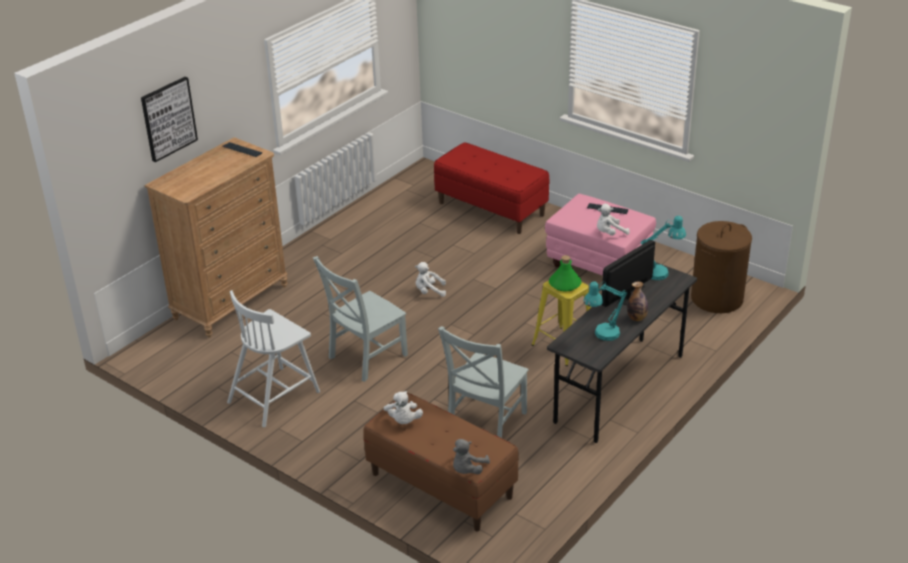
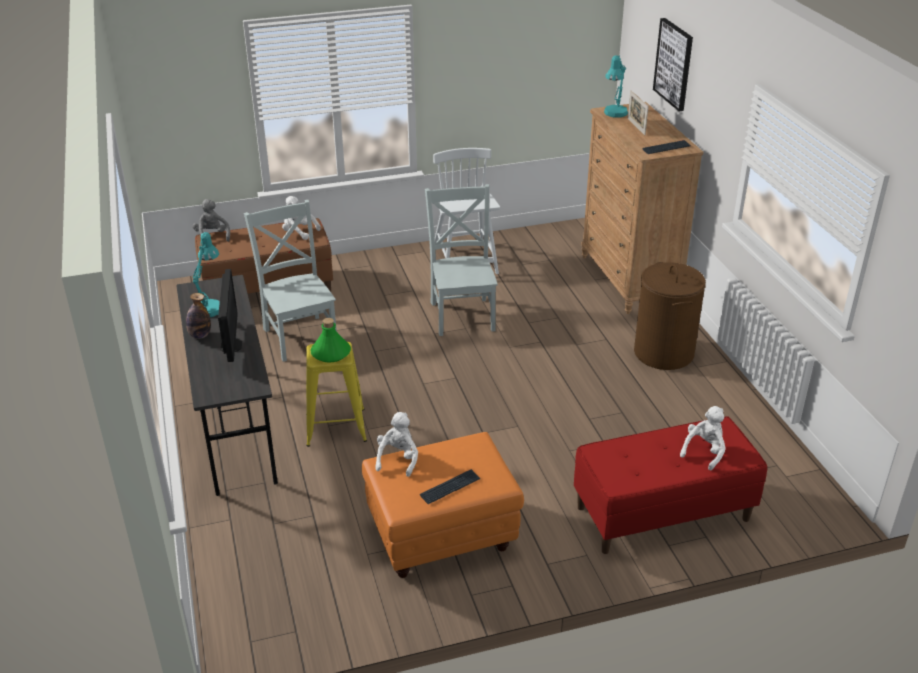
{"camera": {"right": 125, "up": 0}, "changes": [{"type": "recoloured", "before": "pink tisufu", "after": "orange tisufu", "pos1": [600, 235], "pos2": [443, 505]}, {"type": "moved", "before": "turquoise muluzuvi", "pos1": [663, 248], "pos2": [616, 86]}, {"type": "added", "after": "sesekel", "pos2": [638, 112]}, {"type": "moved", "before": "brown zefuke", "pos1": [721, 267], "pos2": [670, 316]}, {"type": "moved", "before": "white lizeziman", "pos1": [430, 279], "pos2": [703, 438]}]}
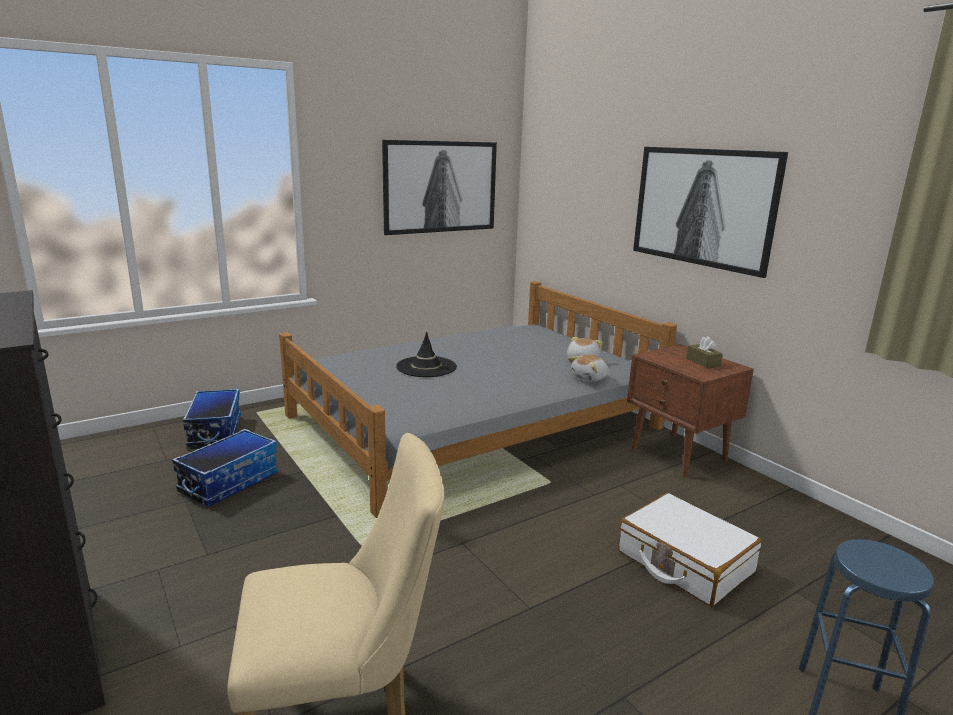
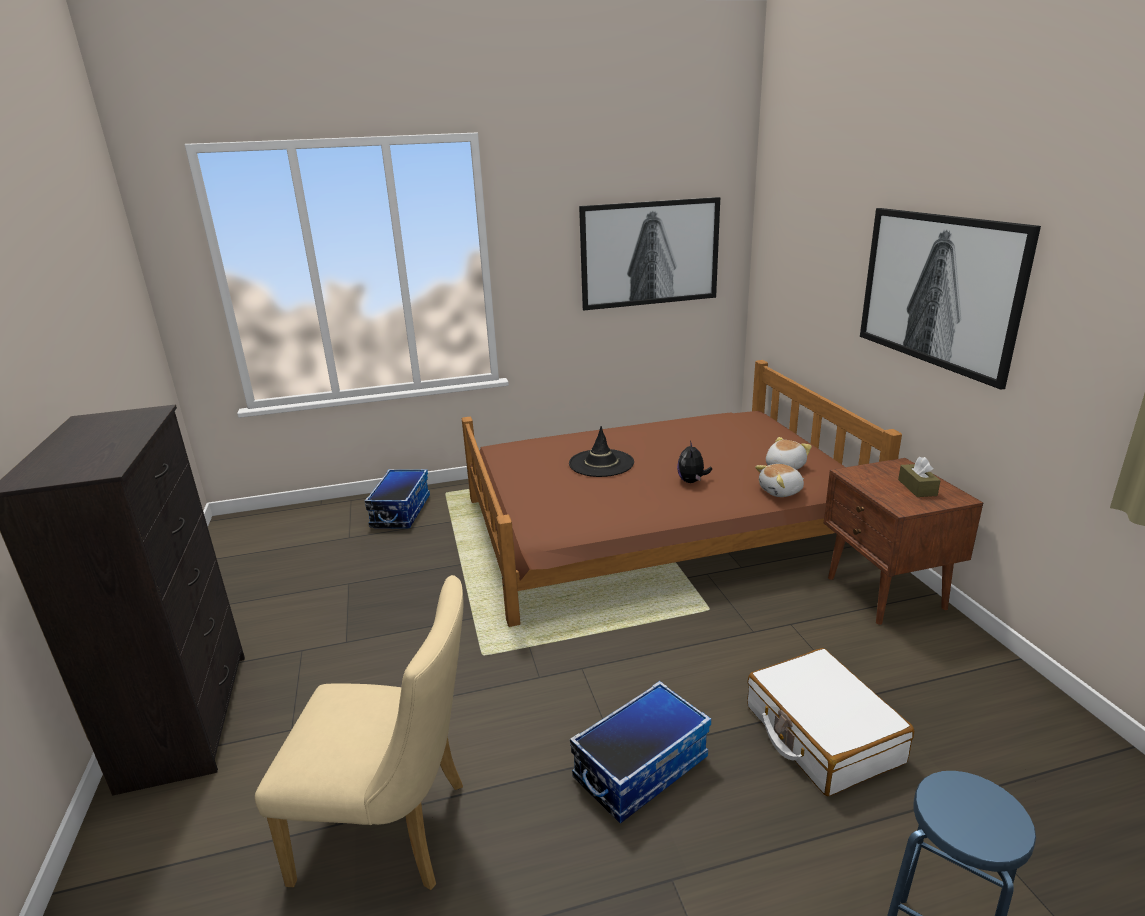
{"camera": {"right": 20, "up": 5}, "changes": [{"type": "recoloured", "before": "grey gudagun", "after": "brown gudagun", "pos1": [478, 399], "pos2": [682, 493]}, {"type": "moved", "before": "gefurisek", "pos1": [225, 468], "pos2": [640, 752]}, {"type": "added", "after": "lizeziman", "pos2": [694, 462]}]}
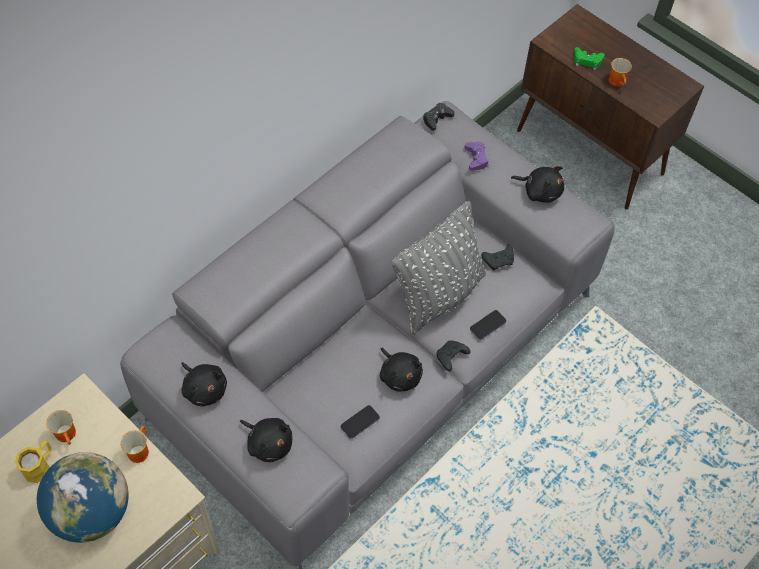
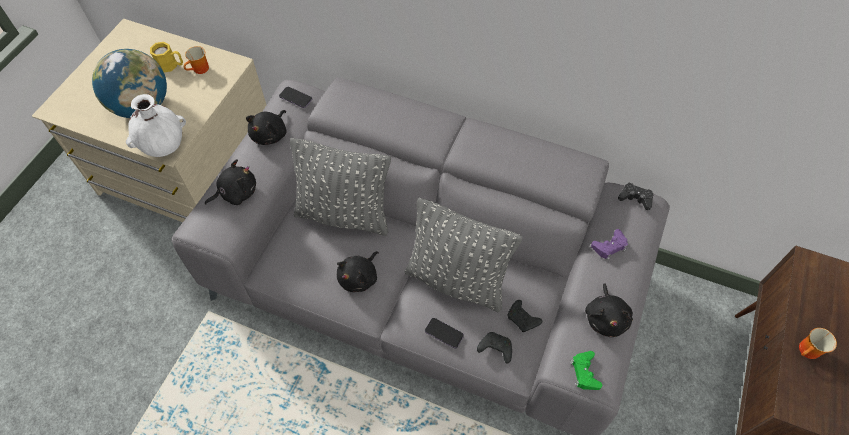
{"camera": {"right": 70, "up": 0}, "changes": [{"type": "added", "after": "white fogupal", "pos2": [156, 125]}, {"type": "turned", "before": "black lizeziman", "pos1": [266, 440], "pos2": [230, 182], "turn": -135}, {"type": "moved", "before": "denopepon", "pos1": [360, 422], "pos2": [295, 97]}, {"type": "added", "after": "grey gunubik", "pos2": [340, 187]}, {"type": "moved", "before": "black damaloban", "pos1": [453, 355], "pos2": [494, 348]}, {"type": "moved", "before": "green damaloban", "pos1": [589, 58], "pos2": [586, 370]}, {"type": "removed", "before": "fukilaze", "pos1": [134, 444]}]}
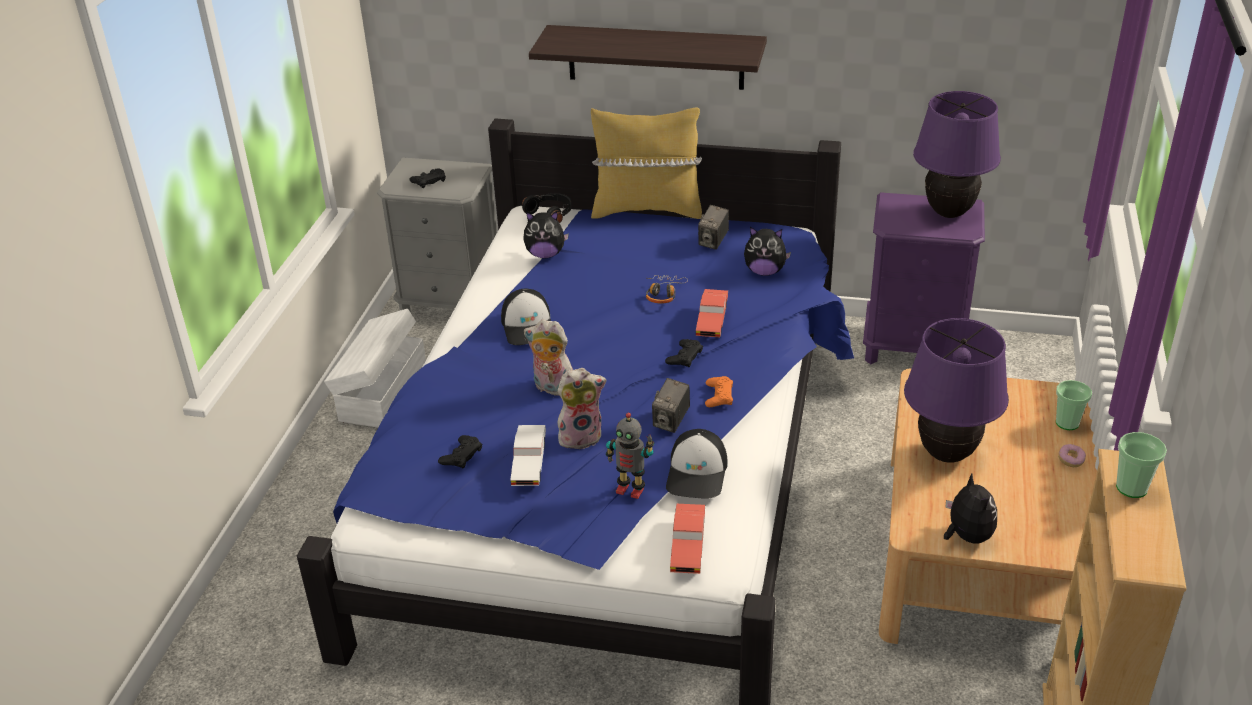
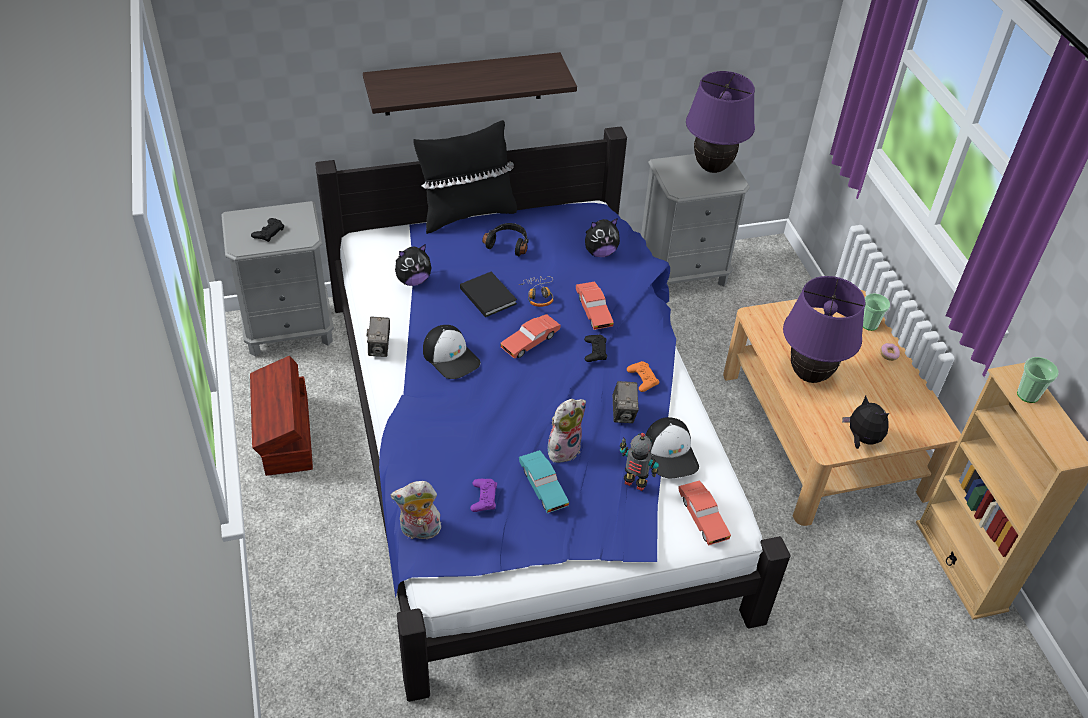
{"camera": {"right": -30, "up": 10}, "changes": [{"type": "recoloured", "before": "white gefurisek", "after": "brown gefurisek", "pos1": [375, 368], "pos2": [281, 416]}, {"type": "moved", "before": "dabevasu", "pos1": [713, 227], "pos2": [378, 337]}, {"type": "moved", "before": "lizeziman", "pos1": [548, 357], "pos2": [416, 510]}, {"type": "recoloured", "before": "yellow gunubik", "after": "black gunubik", "pos1": [646, 163], "pos2": [465, 177]}, {"type": "added", "after": "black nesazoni", "pos2": [488, 294]}, {"type": "recoloured", "before": "black damaloban", "after": "purple damaloban", "pos1": [460, 451], "pos2": [483, 495]}, {"type": "moved", "before": "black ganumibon", "pos1": [547, 208], "pos2": [505, 239]}, {"type": "added", "after": "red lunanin", "pos2": [530, 336]}, {"type": "recoloured", "before": "white lunanin", "after": "turquoise lunanin", "pos1": [528, 455], "pos2": [544, 481]}, {"type": "turned", "before": "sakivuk", "pos1": [630, 455], "pos2": [639, 462], "turn": -150}, {"type": "recoloured", "before": "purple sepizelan", "after": "grey sepizelan", "pos1": [924, 278], "pos2": [695, 220]}]}
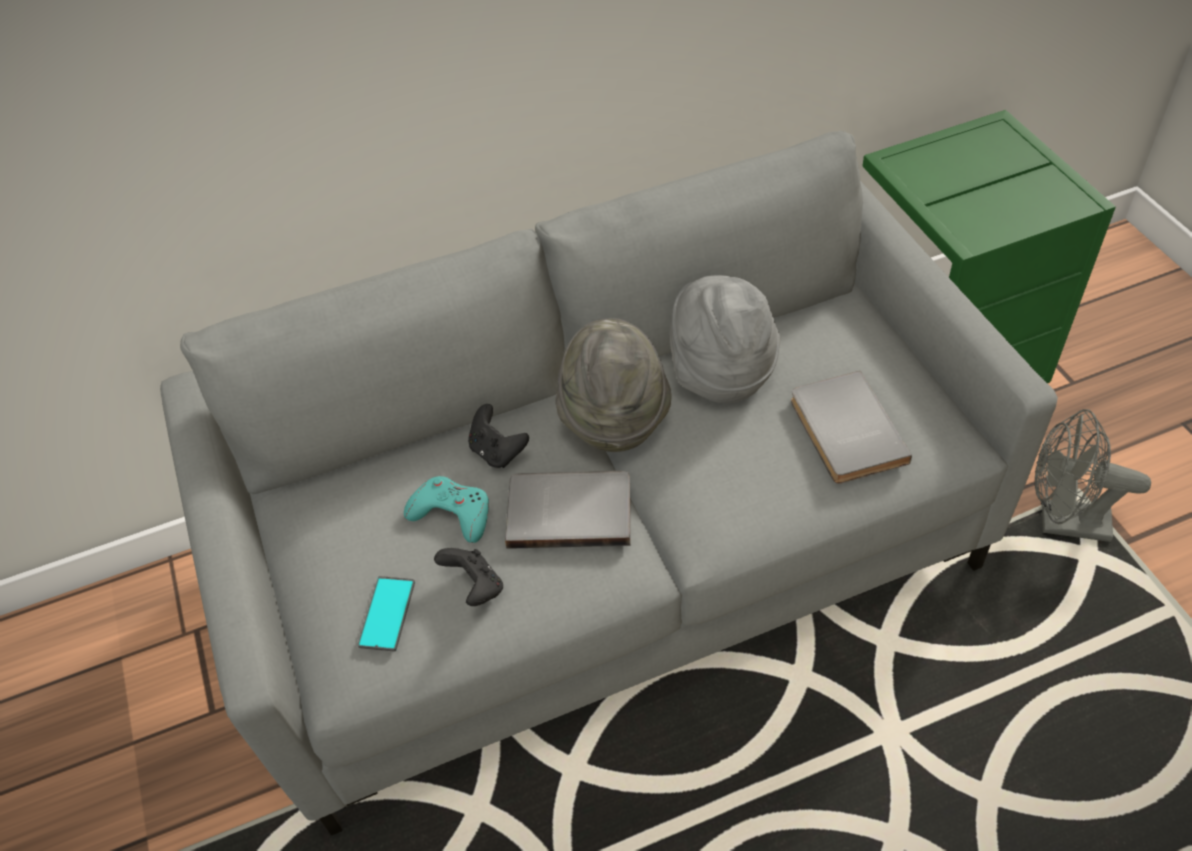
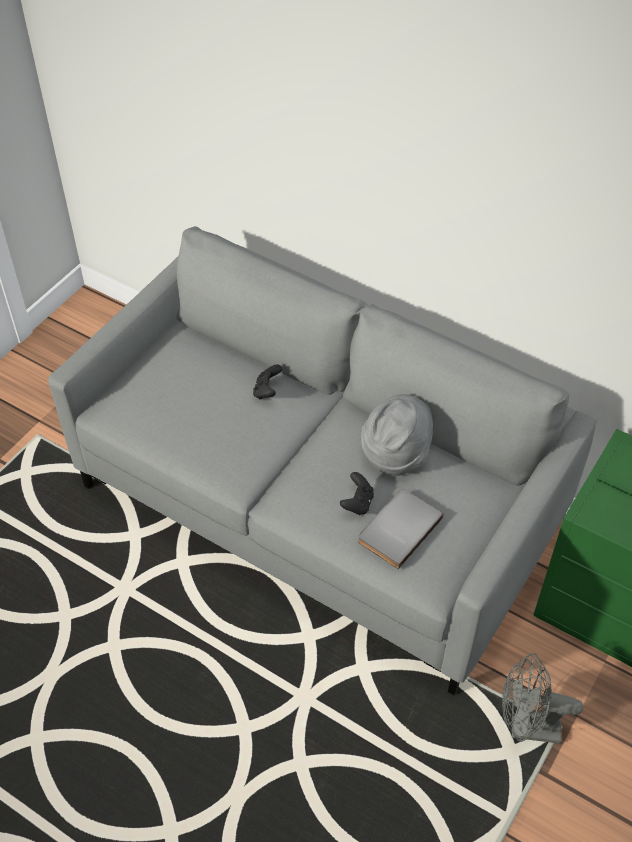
{"camera": {"right": 50, "up": 0}, "changes": [{"type": "moved", "before": "black damaloban", "pos1": [468, 577], "pos2": [357, 493]}, {"type": "turned", "before": "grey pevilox", "pos1": [1093, 475], "pos2": [542, 698], "turn": -60}, {"type": "removed", "before": "denopepon", "pos1": [386, 614]}, {"type": "removed", "before": "turquoise damaloban", "pos1": [446, 509]}, {"type": "removed", "before": "grey nesazoni", "pos1": [568, 510]}, {"type": "removed", "before": "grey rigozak", "pos1": [613, 385]}]}
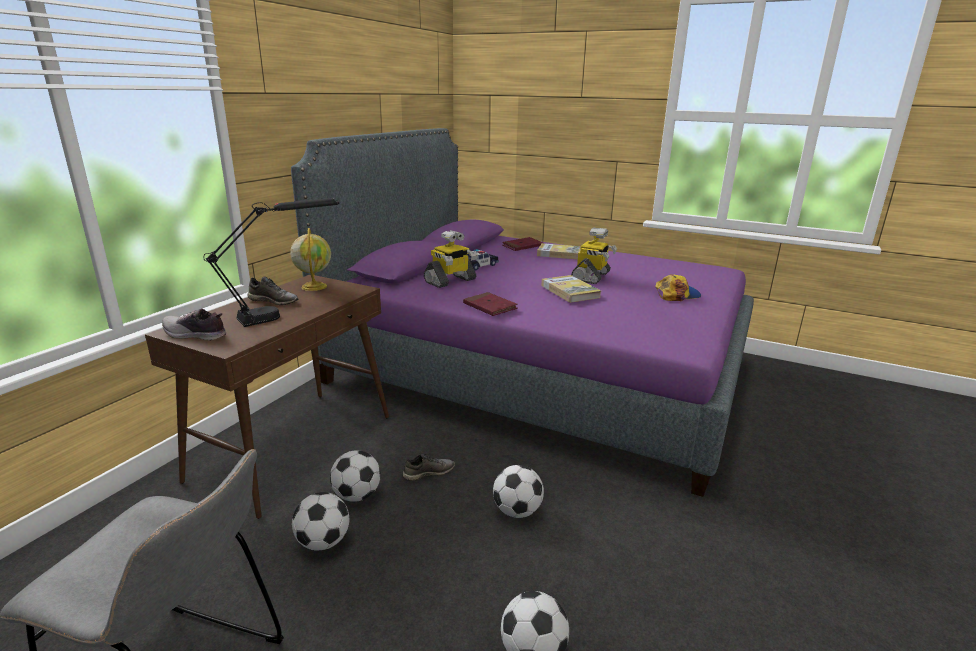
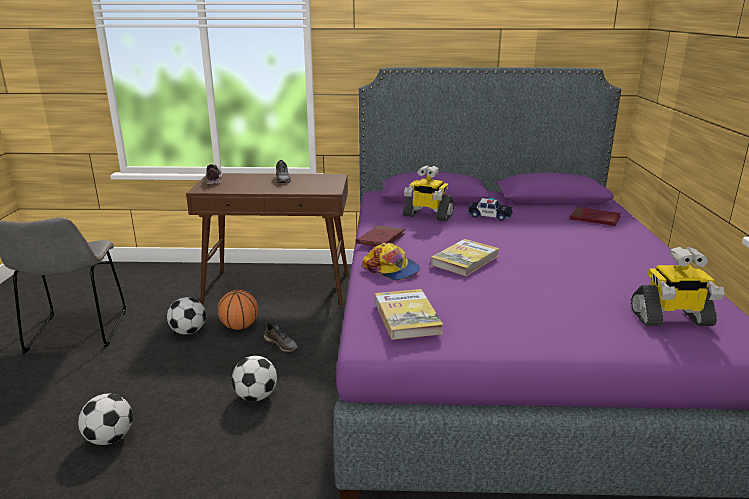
{"camera": {"right": 65, "up": 0}, "changes": [{"type": "replaced", "before": "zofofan", "after": "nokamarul", "pos1": [355, 476], "pos2": [238, 310]}, {"type": "moved", "before": "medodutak", "pos1": [678, 287], "pos2": [391, 261]}, {"type": "moved", "before": "nesazoni", "pos1": [559, 251], "pos2": [409, 314]}, {"type": "moved", "before": "sakivuk", "pos1": [594, 256], "pos2": [677, 286]}, {"type": "removed", "before": "black muluzuvi", "pos1": [271, 262]}, {"type": "removed", "before": "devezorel", "pos1": [310, 259]}]}
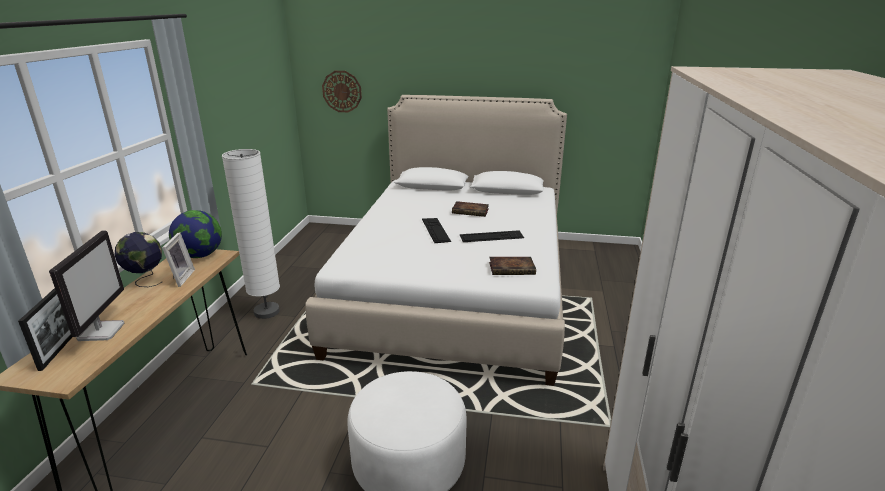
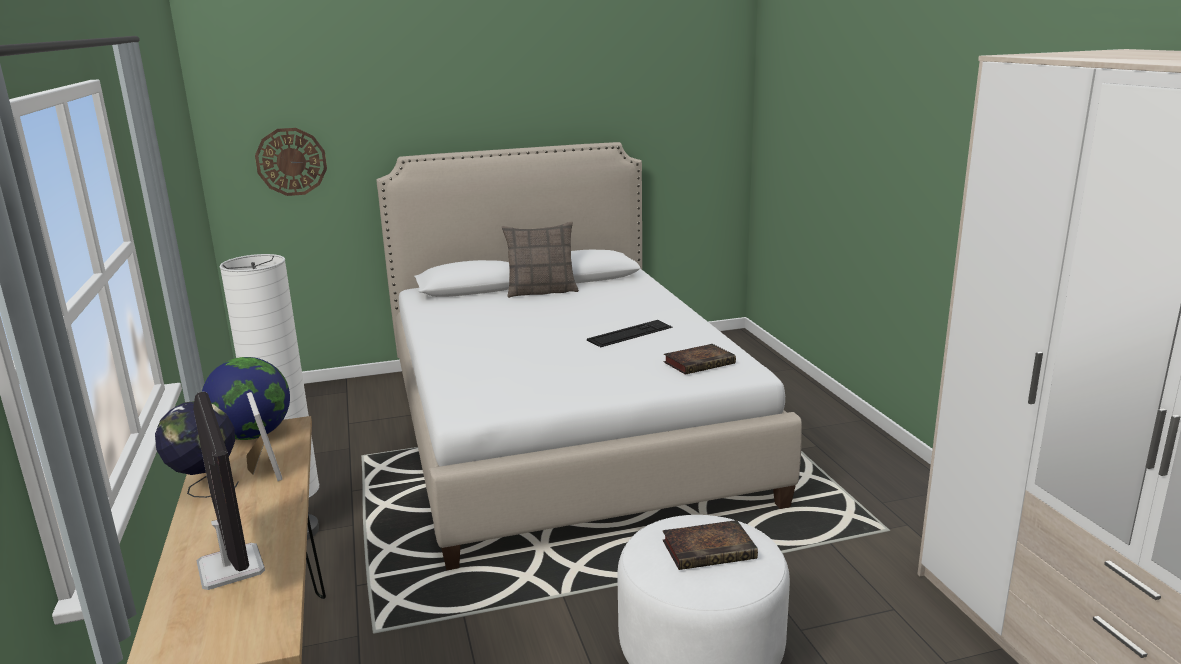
{"camera": {"right": -25, "up": -5}, "changes": [{"type": "added", "after": "gunubik", "pos2": [540, 260]}, {"type": "moved", "before": "nesazoni", "pos1": [470, 209], "pos2": [710, 545]}, {"type": "removed", "before": "sesekel", "pos1": [45, 329]}, {"type": "removed", "before": "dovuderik", "pos1": [436, 230]}]}
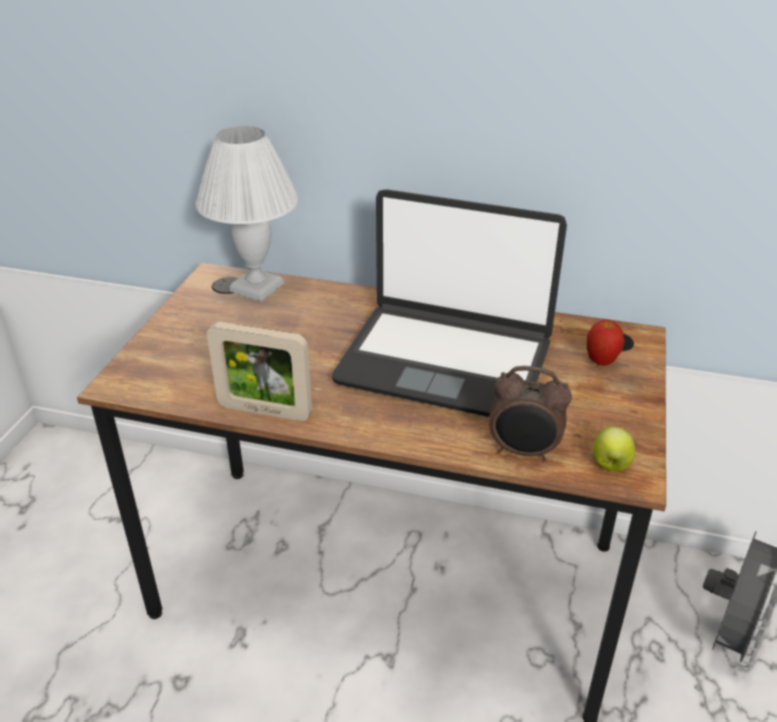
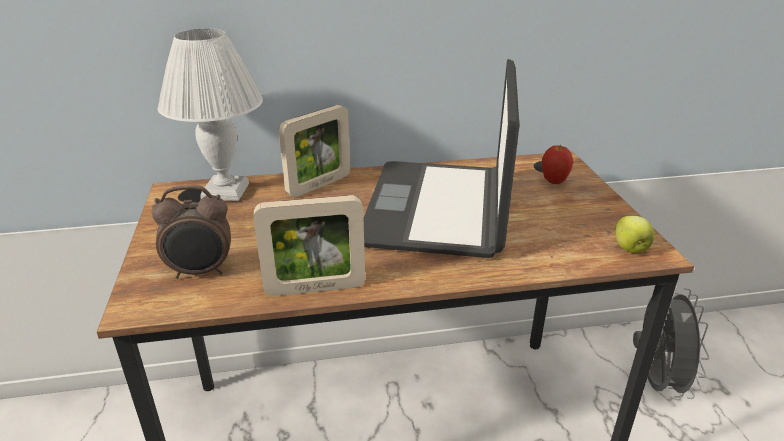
{"camera": {"right": -25, "up": -5}, "changes": [{"type": "moved", "before": "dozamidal", "pos1": [530, 413], "pos2": [191, 232]}, {"type": "added", "after": "sesekel", "pos2": [314, 151]}, {"type": "turned", "before": "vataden", "pos1": [449, 303], "pos2": [441, 158], "turn": 105}]}
